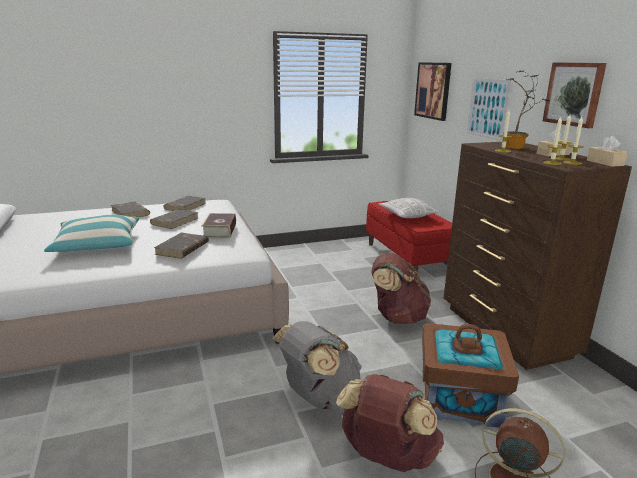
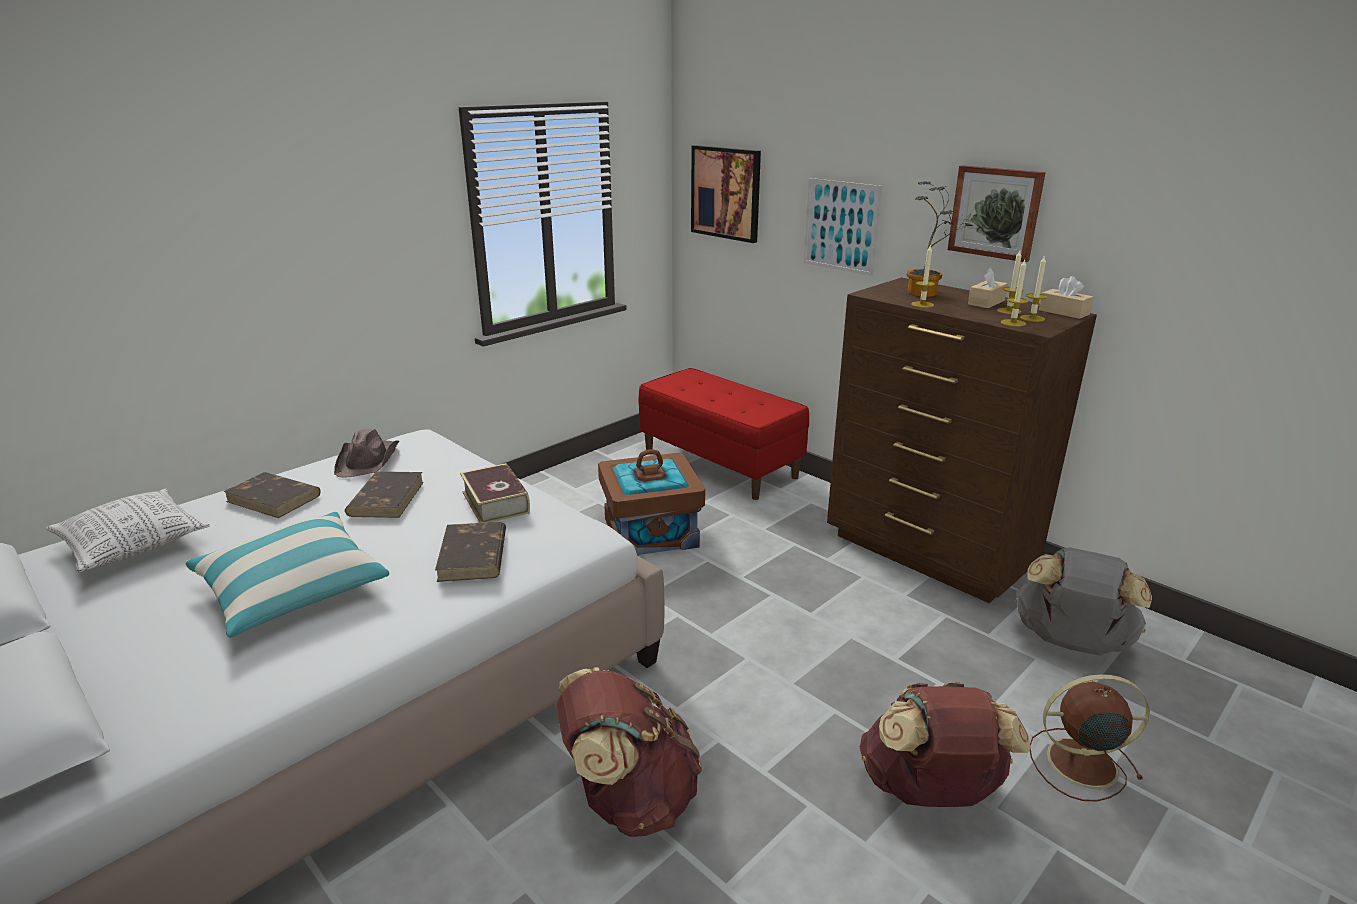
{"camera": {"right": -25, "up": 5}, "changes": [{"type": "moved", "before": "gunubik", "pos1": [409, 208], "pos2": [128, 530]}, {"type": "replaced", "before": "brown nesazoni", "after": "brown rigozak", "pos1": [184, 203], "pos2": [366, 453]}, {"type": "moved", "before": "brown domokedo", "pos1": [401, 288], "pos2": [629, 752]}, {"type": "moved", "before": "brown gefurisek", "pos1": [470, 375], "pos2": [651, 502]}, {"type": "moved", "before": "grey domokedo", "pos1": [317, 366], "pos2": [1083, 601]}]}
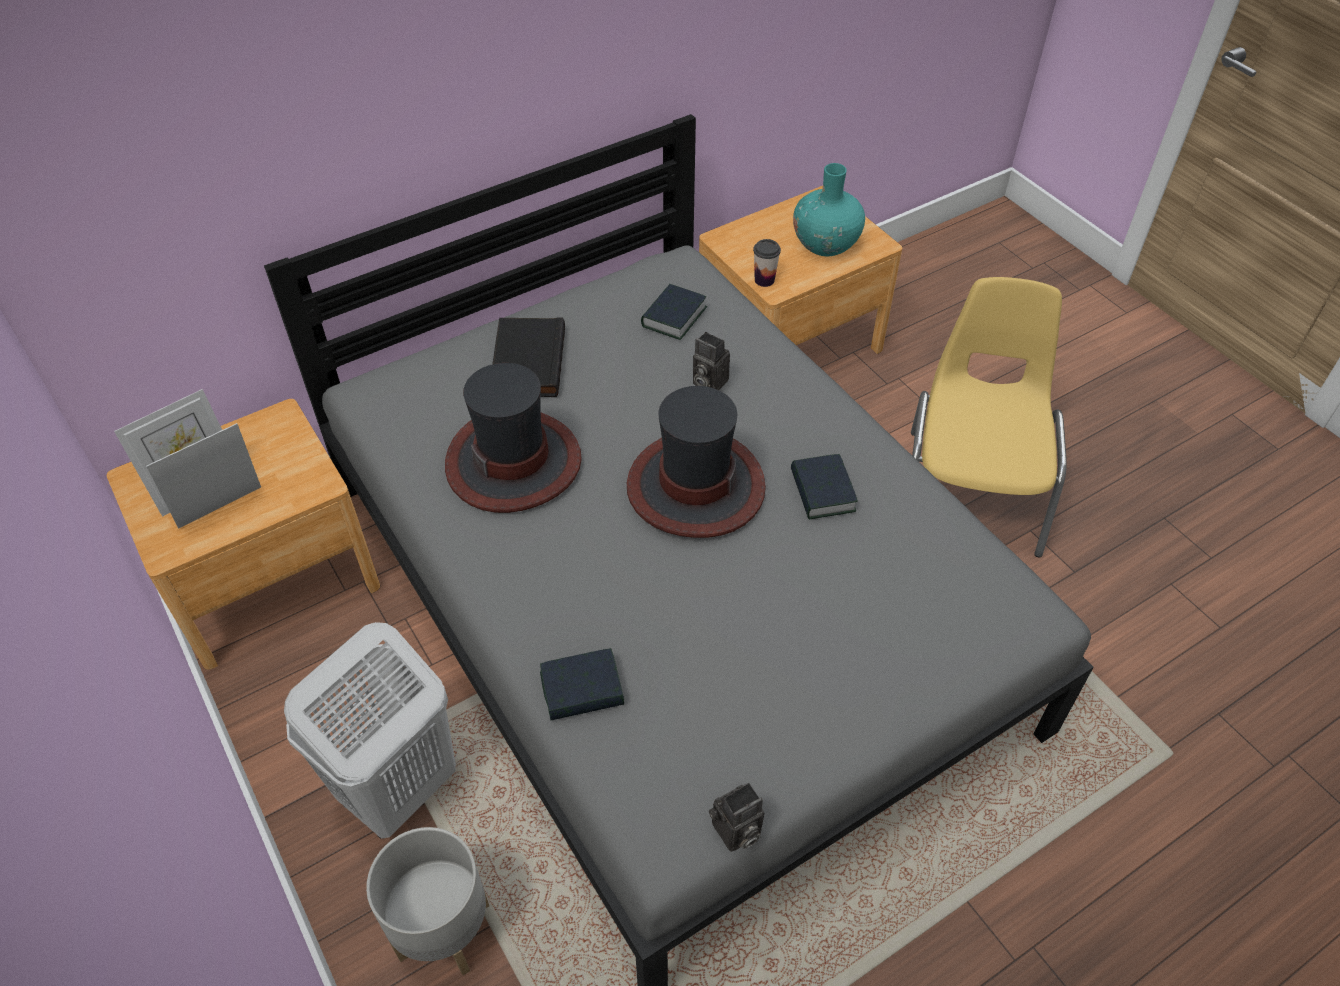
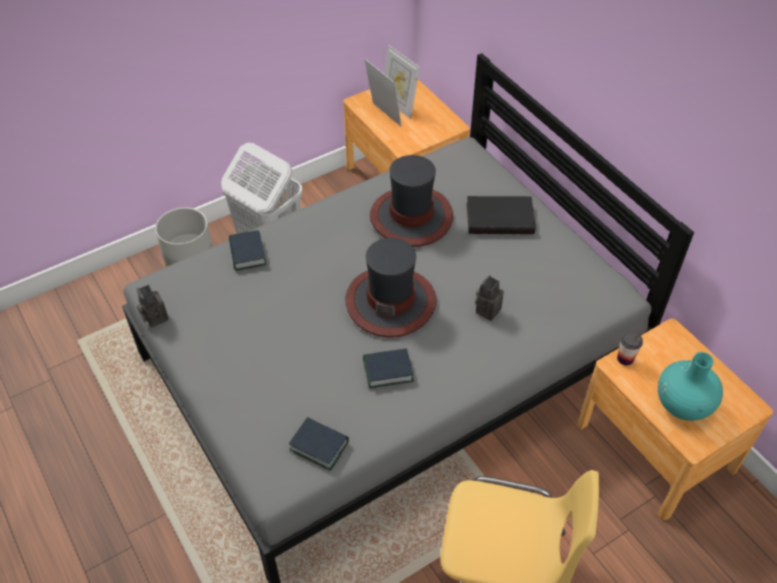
{"camera": {"right": 90, "up": 0}, "changes": [{"type": "moved", "before": "nesazoni", "pos1": [674, 312], "pos2": [319, 444]}]}
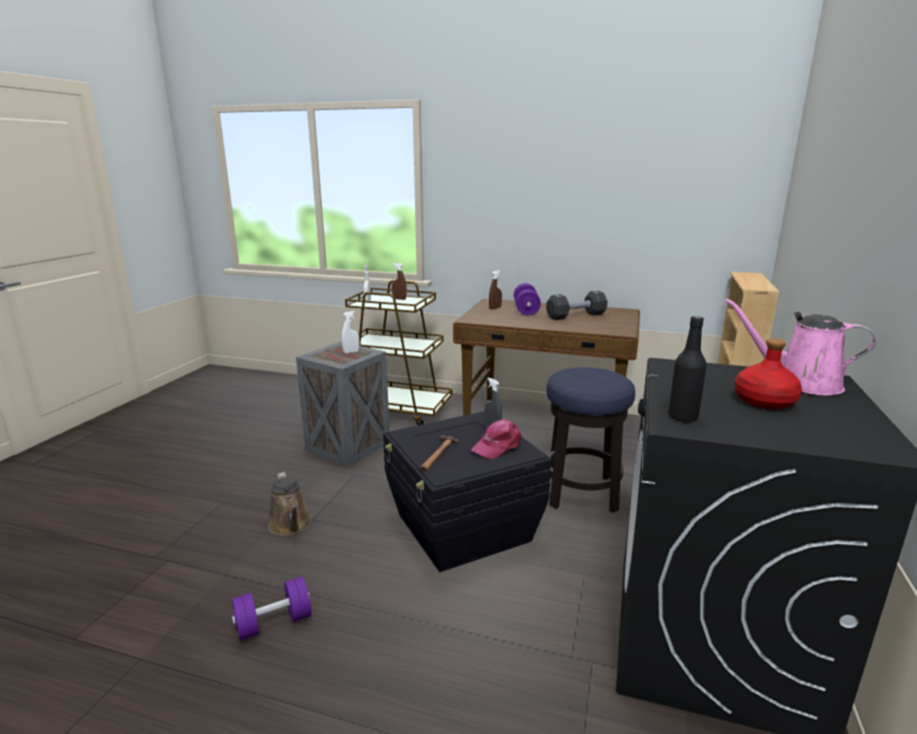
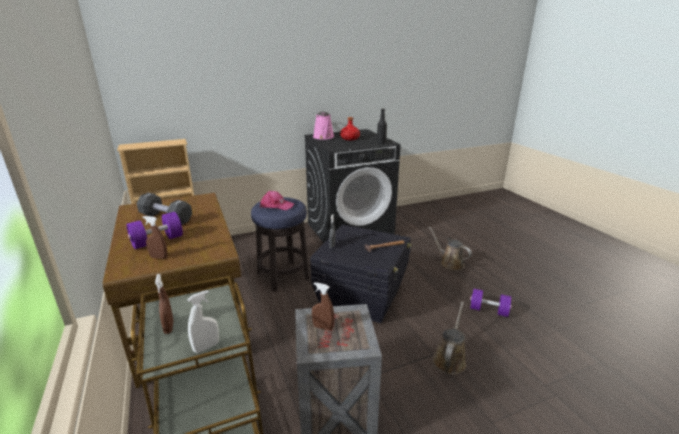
{"camera": {"right": -130, "up": 5}, "changes": [{"type": "moved", "before": "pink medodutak", "pos1": [496, 439], "pos2": [277, 200]}, {"type": "recoloured", "before": "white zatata", "after": "brown zatata", "pos1": [350, 332], "pos2": [323, 306]}, {"type": "added", "after": "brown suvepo", "pos2": [450, 249]}]}
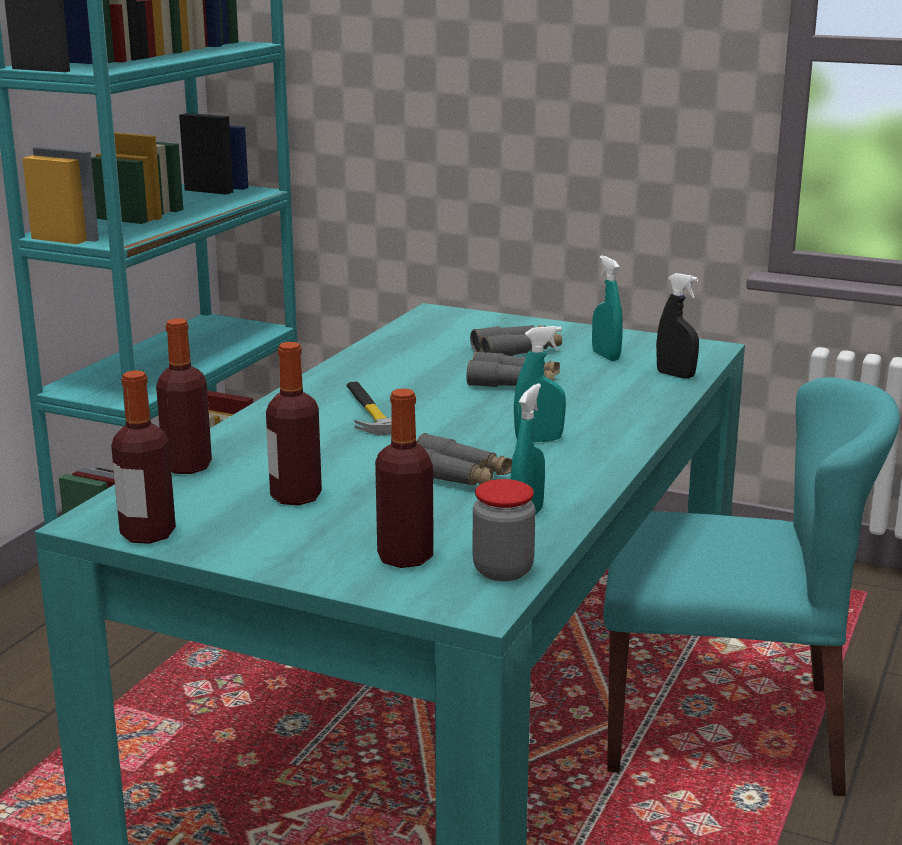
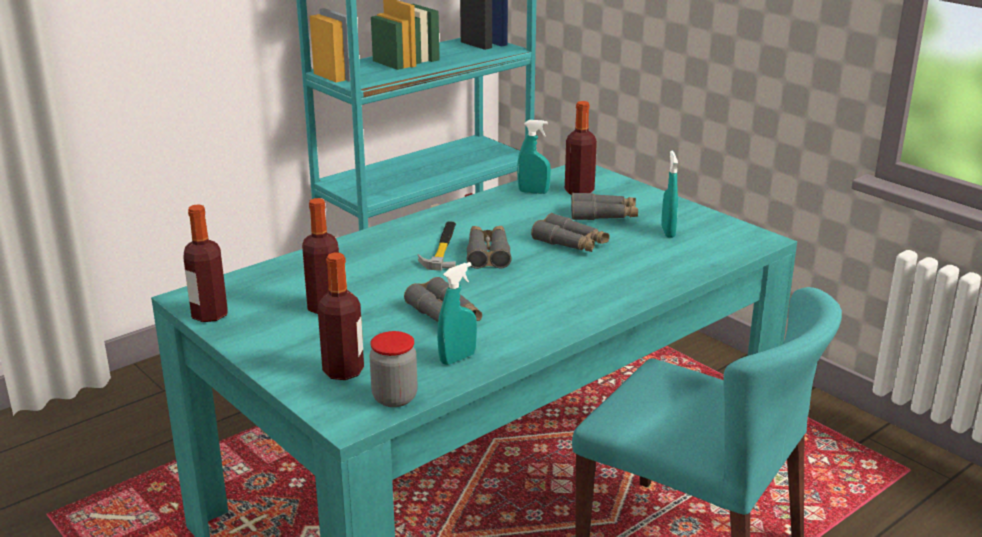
{"camera": {"right": 25, "up": 5}, "changes": [{"type": "added", "after": "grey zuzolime", "pos2": [489, 247]}, {"type": "moved", "before": "turquoise zatata", "pos1": [540, 384], "pos2": [534, 157]}, {"type": "moved", "before": "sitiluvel", "pos1": [184, 396], "pos2": [581, 148]}, {"type": "removed", "before": "black zatata", "pos1": [677, 325]}]}
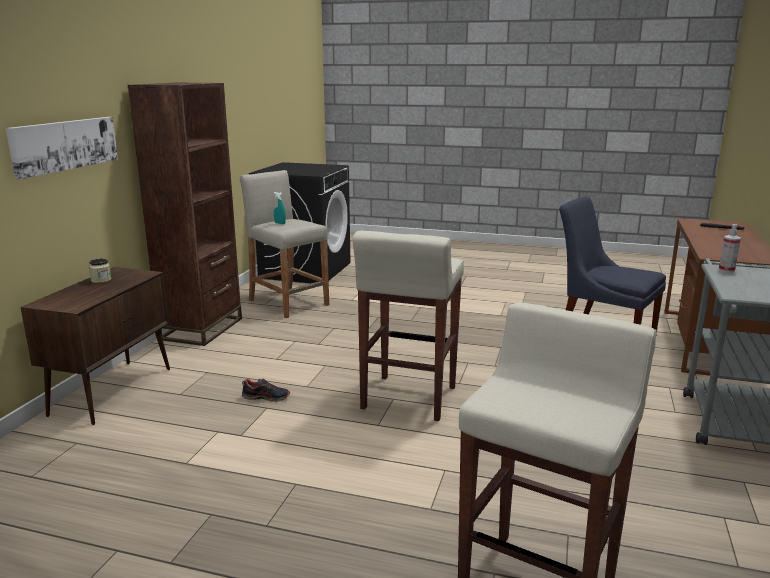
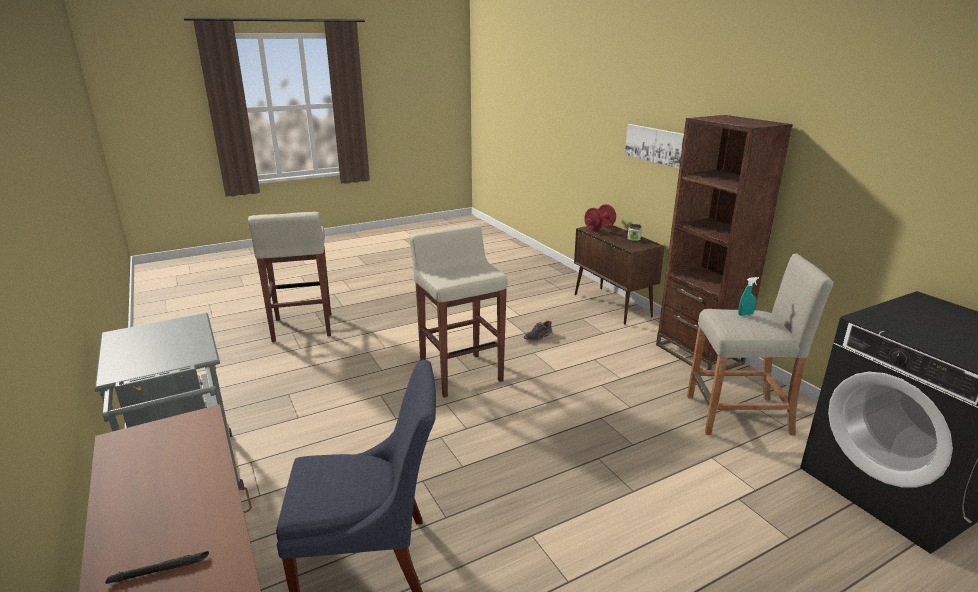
{"camera": {"right": 135, "up": 5}, "changes": [{"type": "added", "after": "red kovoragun", "pos2": [600, 217]}, {"type": "removed", "before": "zatata", "pos1": [730, 248]}]}
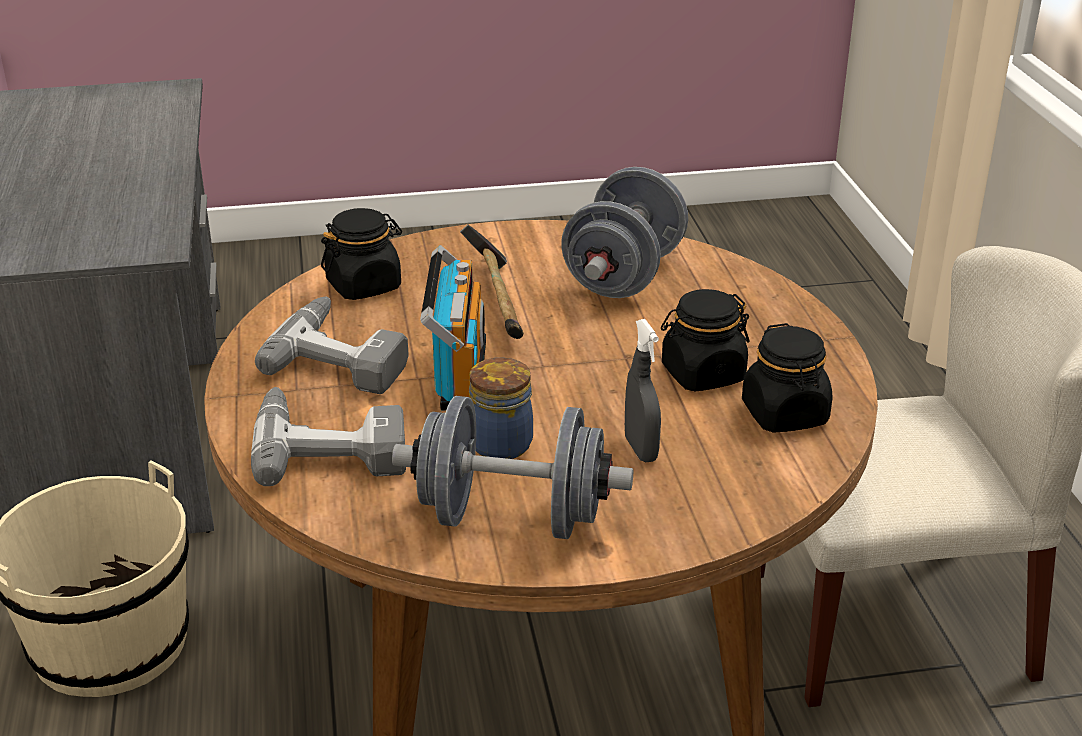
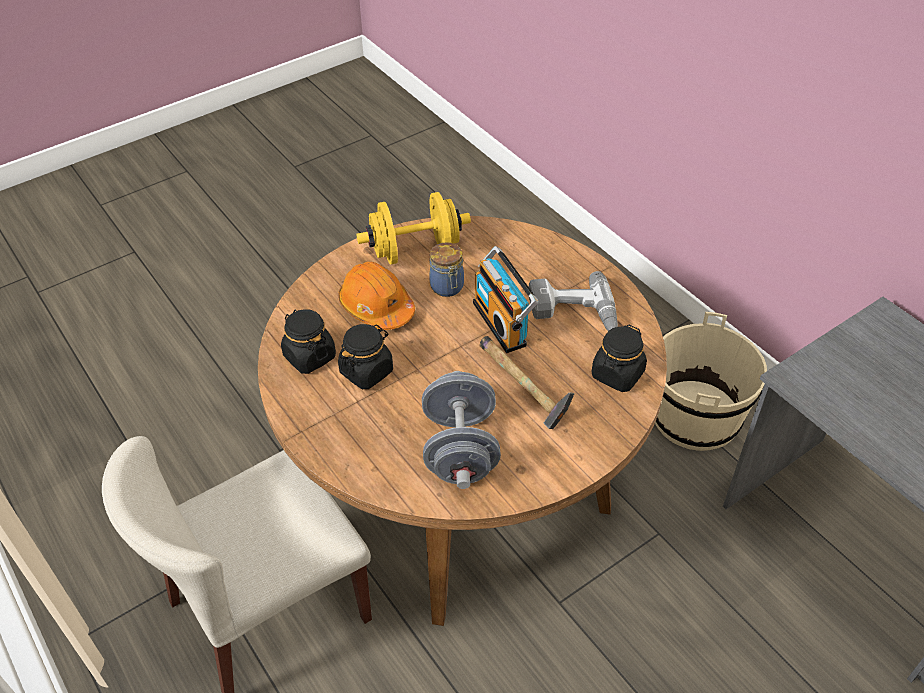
{"camera": {"right": 155, "up": 15}, "changes": [{"type": "replaced", "before": "grey zatata", "after": "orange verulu", "pos1": [643, 390], "pos2": [376, 296]}, {"type": "recoloured", "before": "grey kovoragun", "after": "yellow kovoragun", "pos1": [512, 467], "pos2": [413, 228]}, {"type": "removed", "before": "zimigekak", "pos1": [328, 436]}]}
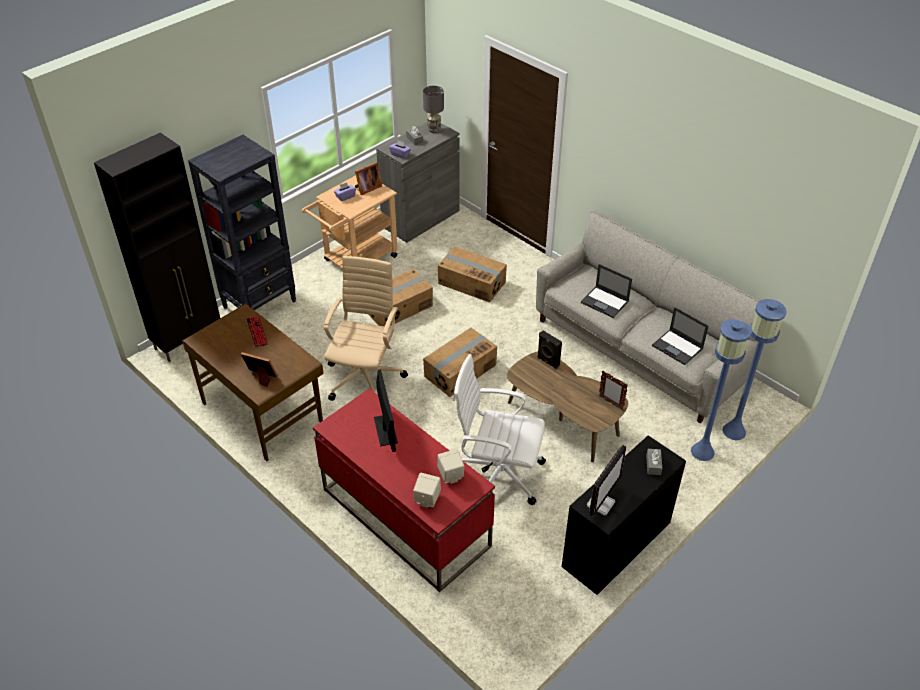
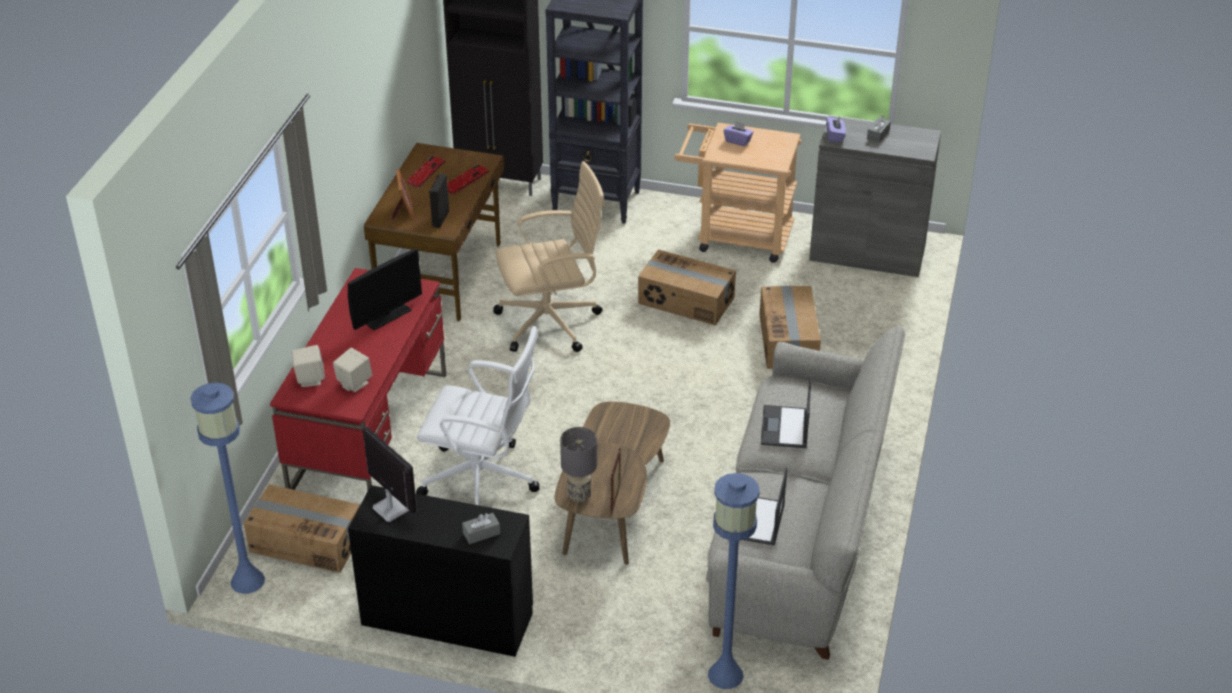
{"camera": {"right": 60, "up": -5}, "changes": [{"type": "moved", "before": "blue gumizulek", "pos1": [721, 390], "pos2": [227, 488]}, {"type": "moved", "before": "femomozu", "pos1": [460, 362], "pos2": [302, 528]}, {"type": "turned", "before": "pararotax", "pos1": [606, 480], "pos2": [390, 474], "turn": -135}, {"type": "added", "after": "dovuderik", "pos2": [425, 172]}, {"type": "turned", "before": "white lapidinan", "pos1": [499, 429], "pos2": [477, 415], "turn": 120}, {"type": "moved", "before": "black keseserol", "pos1": [549, 350], "pos2": [439, 200]}, {"type": "moved", "before": "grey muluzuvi", "pos1": [433, 109], "pos2": [578, 465]}, {"type": "removed", "before": "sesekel", "pos1": [368, 178]}]}
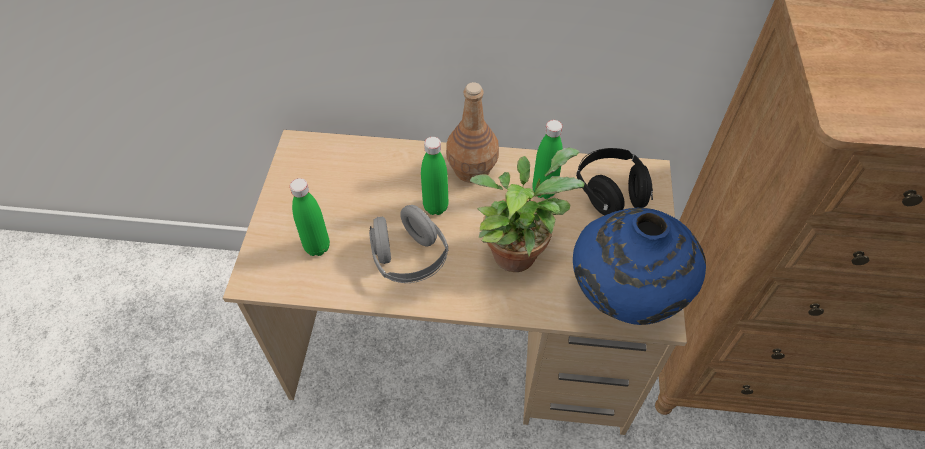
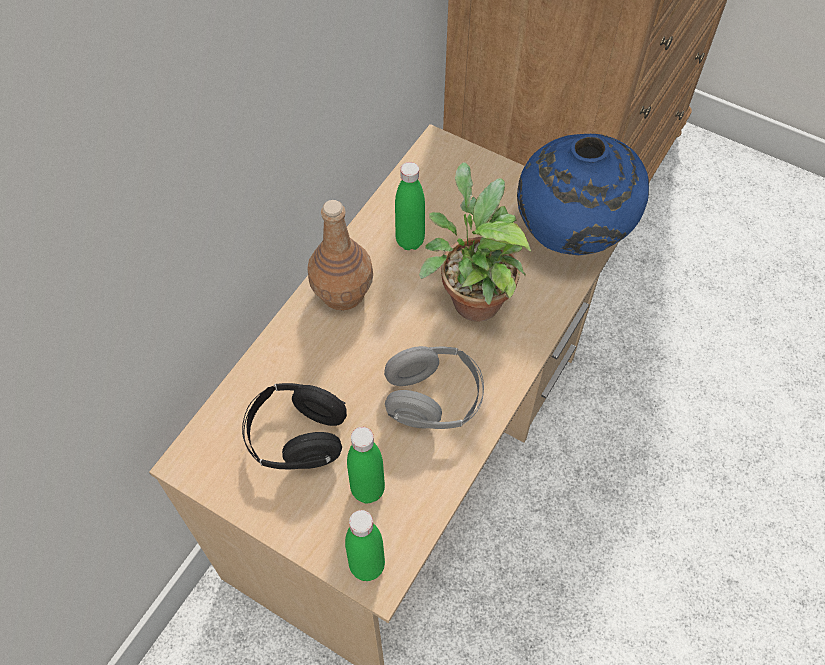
{"camera": {"right": -65, "up": 5}, "changes": [{"type": "moved", "before": "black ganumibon", "pos1": [614, 182], "pos2": [294, 426]}, {"type": "moved", "before": "green sitiluvel", "pos1": [435, 176], "pos2": [365, 545]}]}
